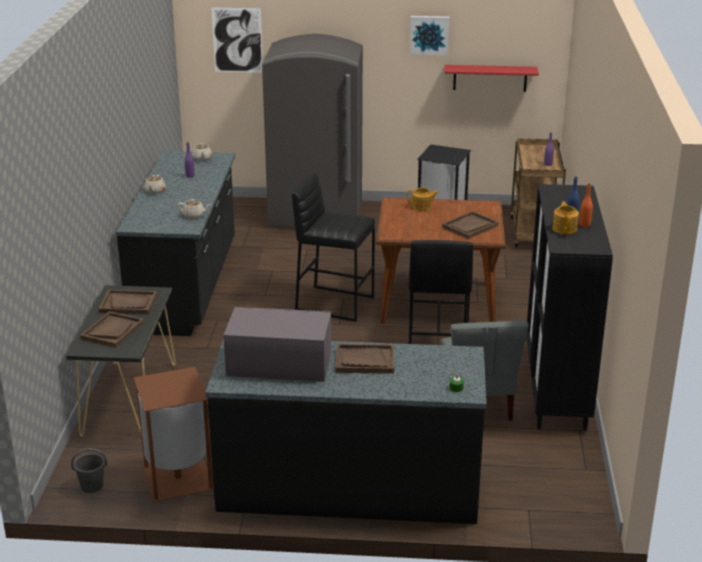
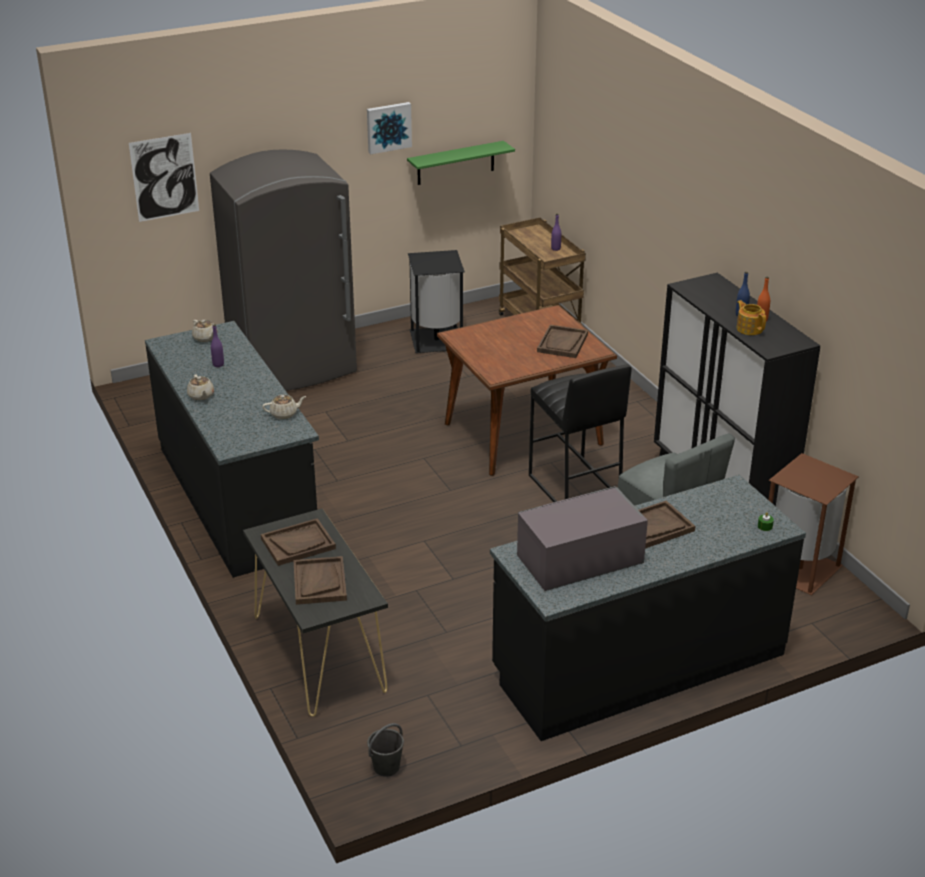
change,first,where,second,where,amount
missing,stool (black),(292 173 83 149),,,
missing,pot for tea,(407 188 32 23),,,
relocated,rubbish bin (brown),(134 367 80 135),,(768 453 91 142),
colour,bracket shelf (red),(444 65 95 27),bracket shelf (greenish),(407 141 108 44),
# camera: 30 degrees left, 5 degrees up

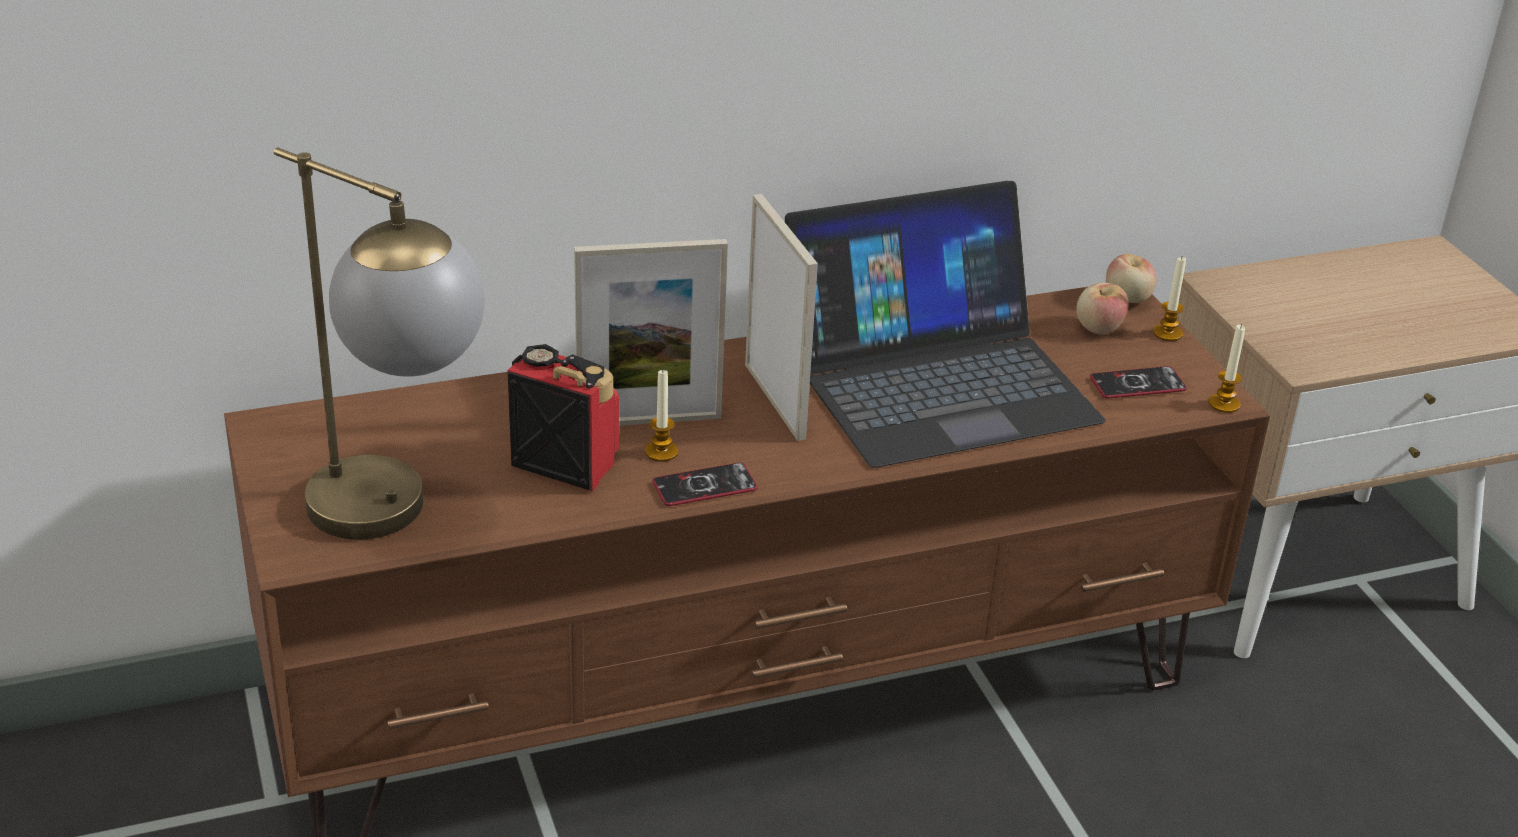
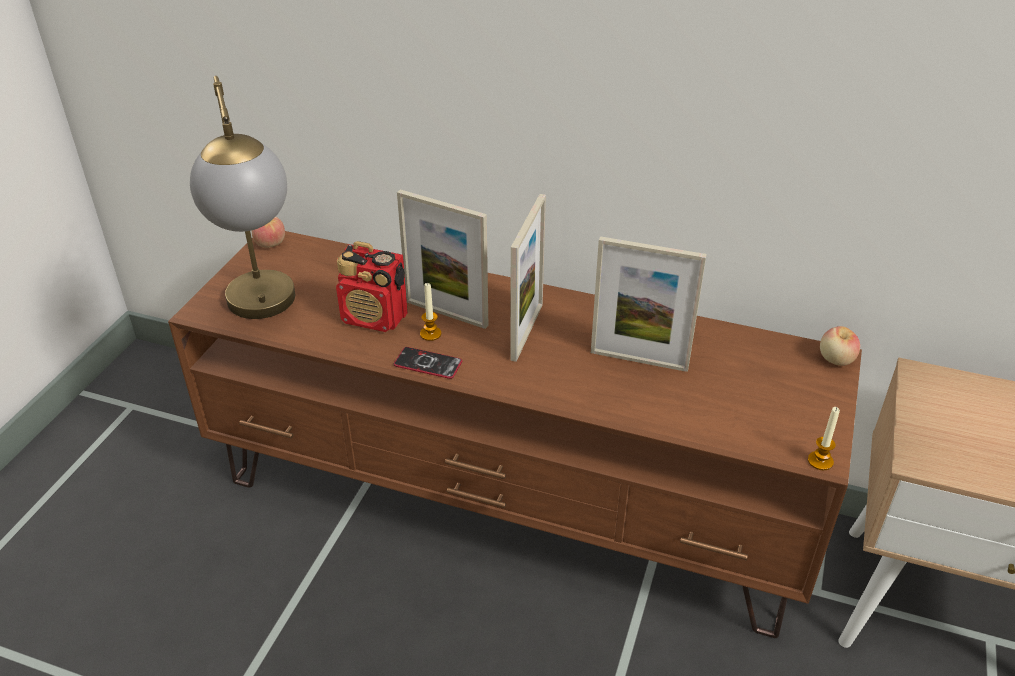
change,first,where,second,where,amount
missing,handset,(1090 366 97 33),,,
missing,wax candle,(1153 257 33 84),,,
relocated,apple,(1076 283 53 51),,(252 217 33 31),
exchanged,notebook computer,(785 181 320 287),photo frame,(591 236 116 136),
spun,radio receiver,(507 344 112 147),,(336 241 72 91),135 degrees clockwise
# camera: 40 degrees right, 5 degrees up

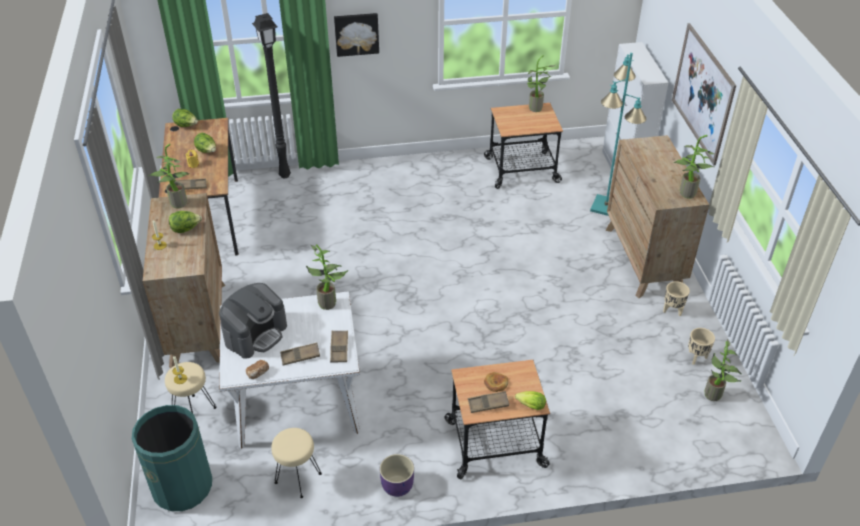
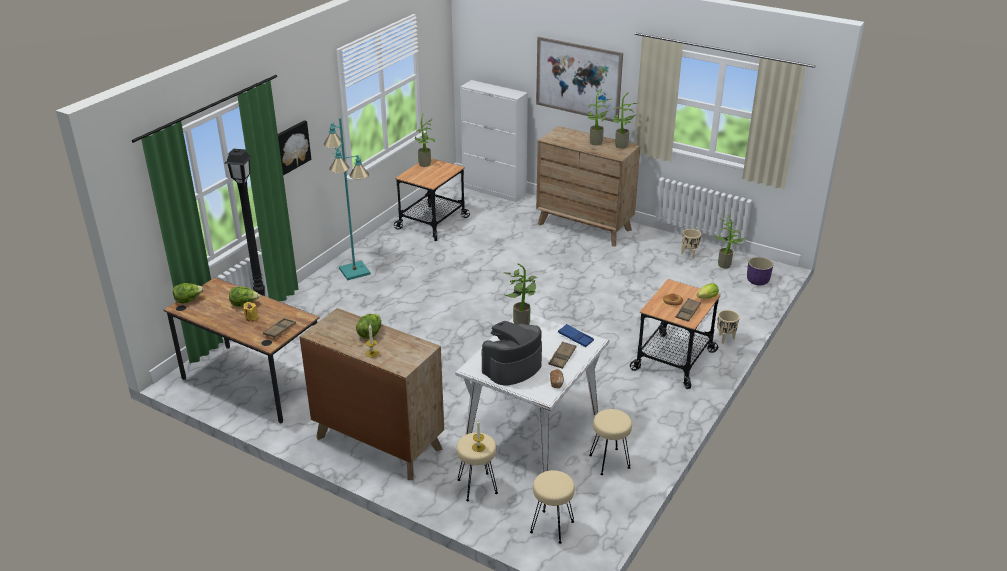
change,first,where,second,where,amount
relocated,houseplant,(148 144 41 64),,(588 89 25 57),
relocated,plant pot (purple-coloured),(379 454 35 43),,(747 257 26 29),
relocated,standard lamp (blue-green),(590 53 56 163),,(324 118 47 162),
relocated,plant pot (beige-coloured),(663 281 27 35),,(717 310 23 34),
exchanged,rubbish bin (greenish),(132 405 80 106),stool (beige-coloured),(530 470 45 74),
colour,carrying tray (brown),(330 330 18 33),carrying tray (blue),(558 324 36 23),
spun,coffee machine,(219 283 68 76),,(482 321 60 65),120 degrees counterclockwise
# camera: 50 degrees left, 10 degrees down

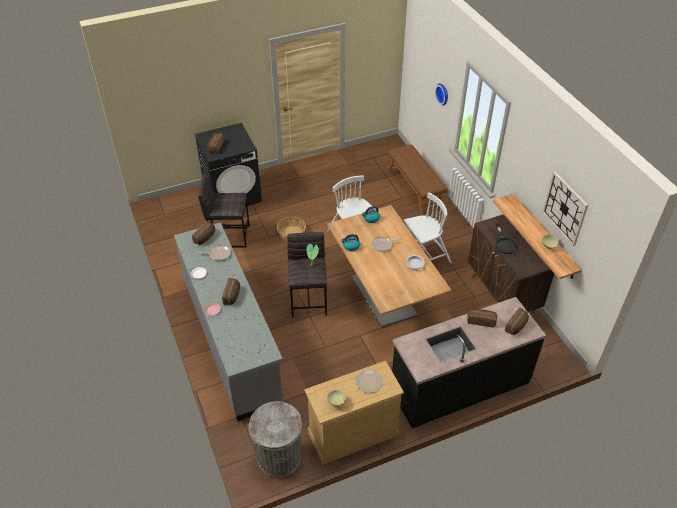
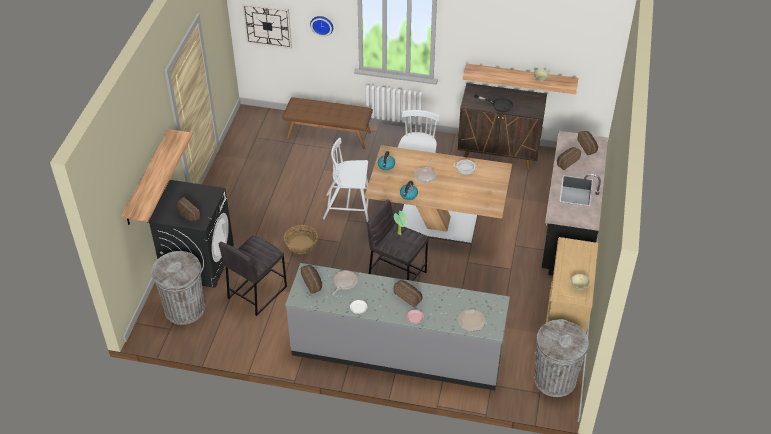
change,first,where,second,where,amount
appeared,,,bracket shelf,(121 129 72 96),
appeared,,,rubbish bin (greyish),(152 251 53 74),
relocated,plate,(355 370 28 23),,(458 309 28 23),
relocated,hanging clock,(542 172 46 74),,(242 3 50 46),
# camera: 55 degrees left, 0 degrees up

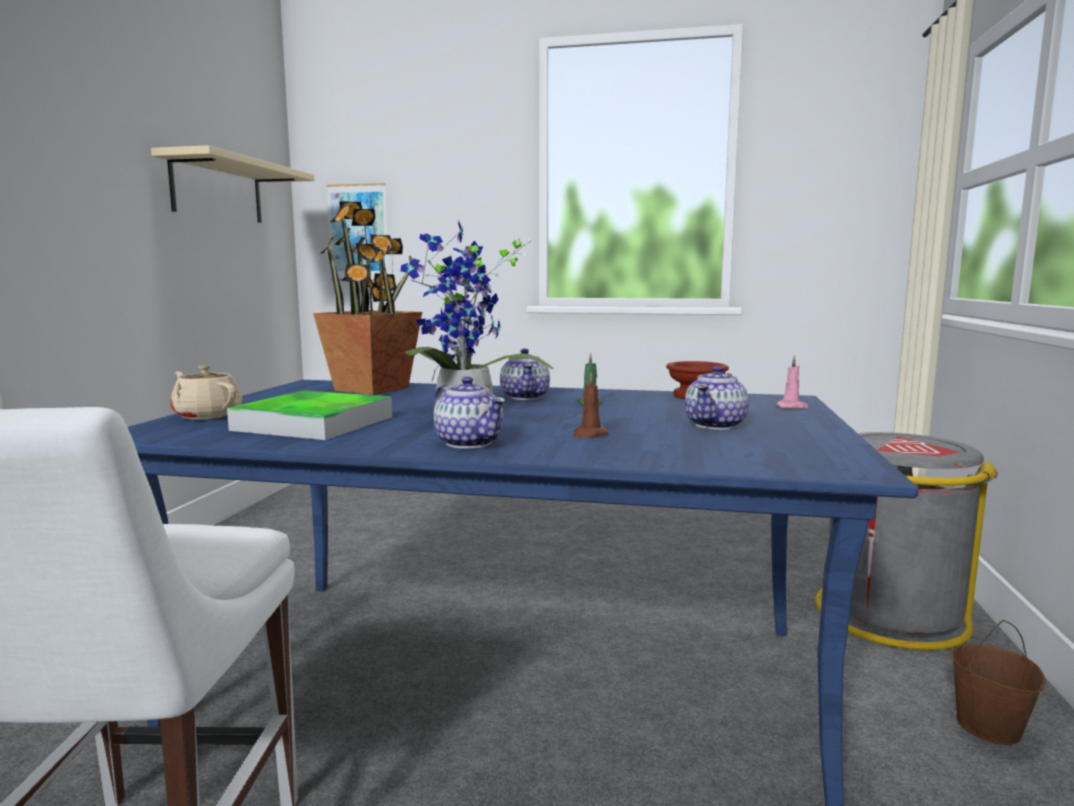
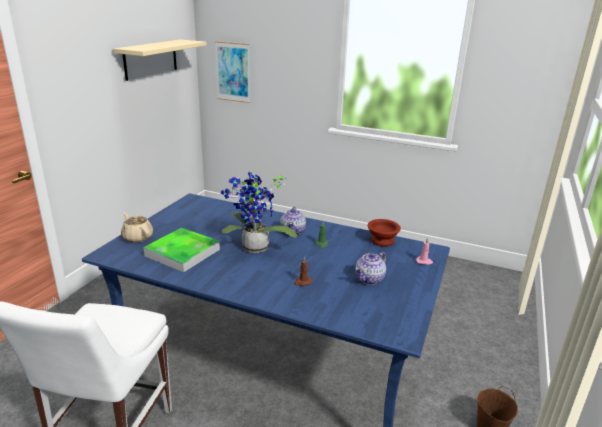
change,first,where,second,where,amount
missing,houseplant,(313 201 109 194),,,
missing,pot for tea,(433 377 72 72),,,
missing,rubbish bin (greyish),(815 432 183 218),,,
# camera: 10 degrees right, 15 degrees up

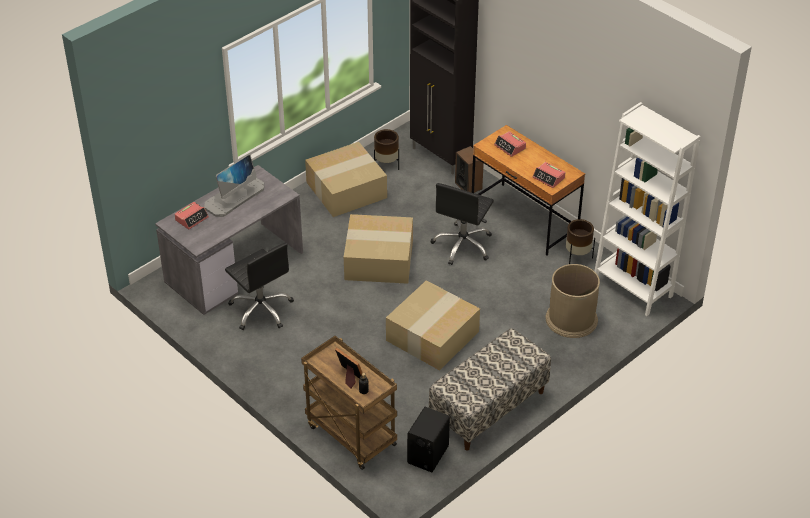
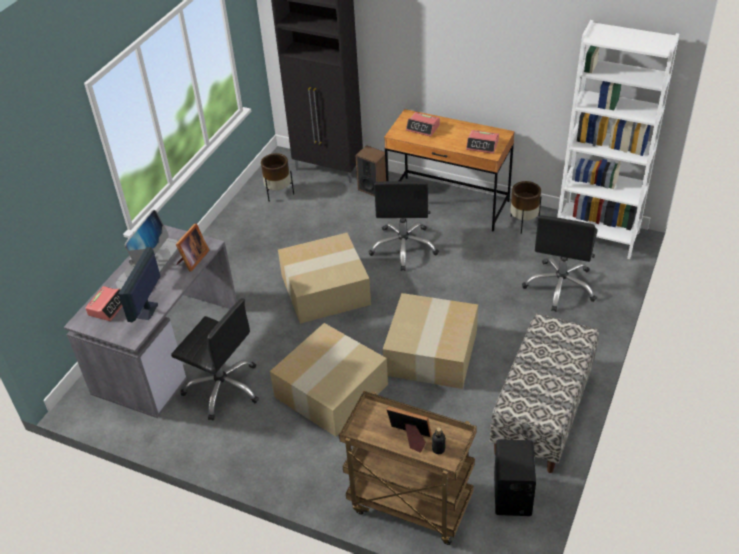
change,first,where,second,where,amount
appeared,,,computer screen,(119 247 41 75),
appeared,,,photo frame,(176 223 34 49),
relocated,packing box,(305 142 82 75),,(270 323 118 113),
exchanged,rubbish bin (brown),(546 264 54 74),computer chair (black),(522 215 76 97),
# camera: 20 degrees left, 0 degrees up

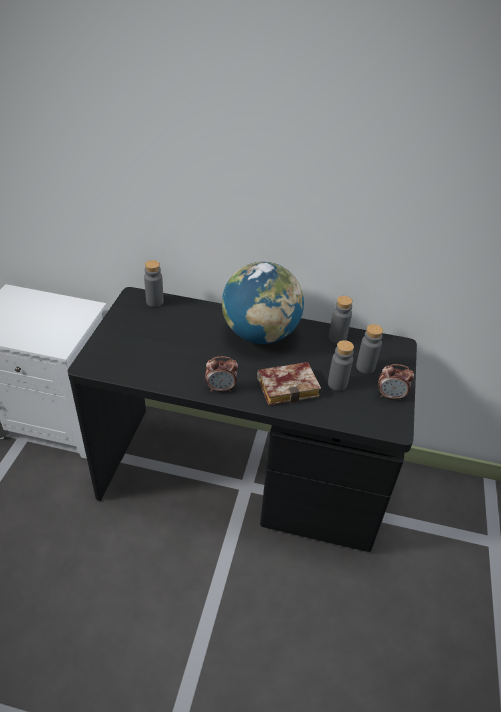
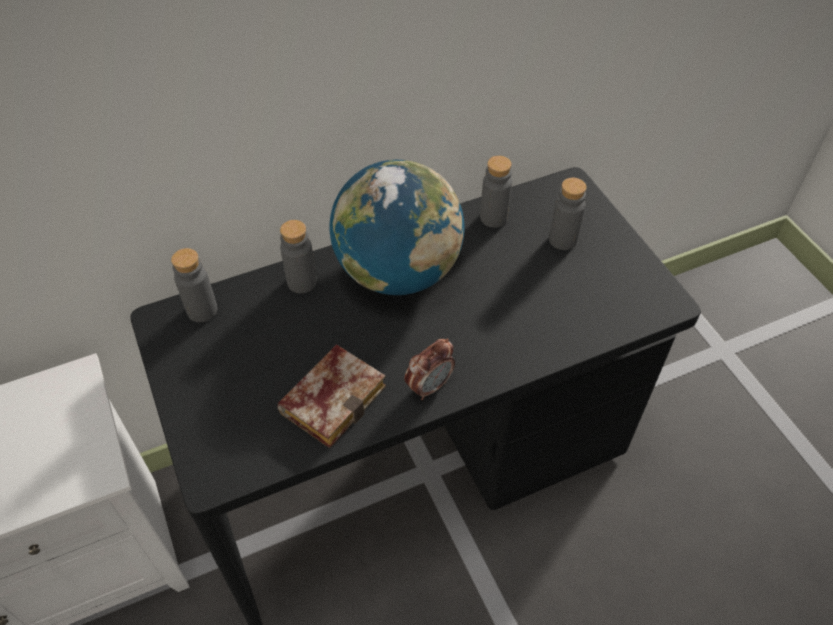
change,first,where,second,where,amount
missing,bedside clock,(378 364 36 37),,,
relocated,volume,(257 362 64 44),,(278 344 108 104),
relocated,bottle (greyish),(328 340 26 51),,(280 220 37 73),
# camera: 35 degrees left, 10 degrees up

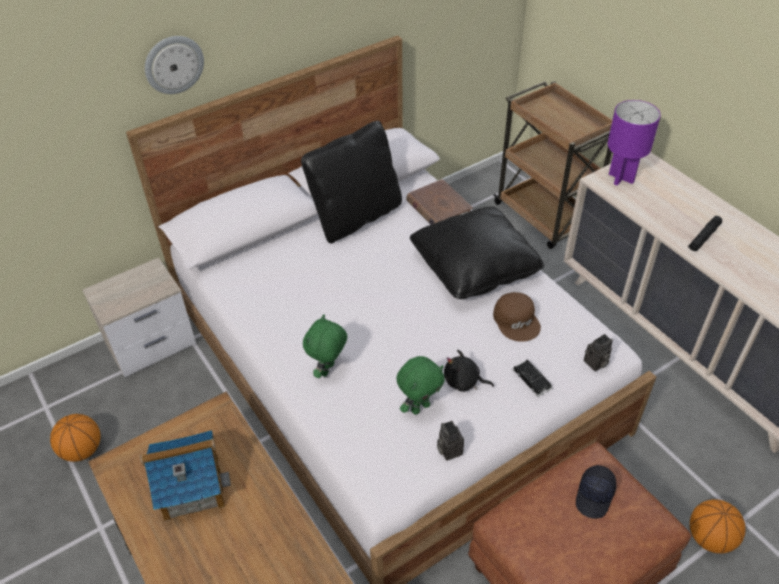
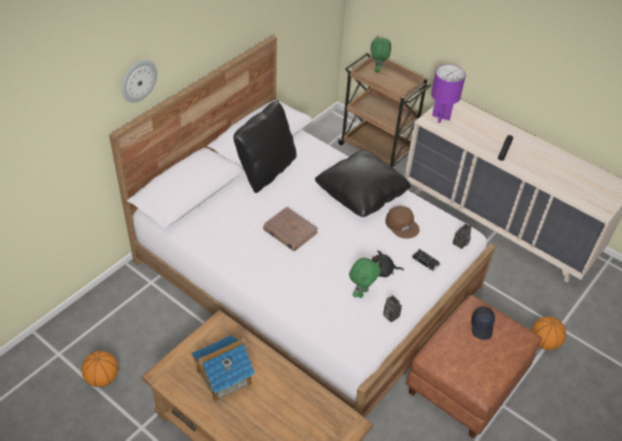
change,first,where,second,where,amount
missing,bedside table,(82 257 114 120),,,
relocated,soft toy (greenish),(303 314 44 64),,(371 36 20 37),
relocated,volume (brown),(406 179 67 46),,(263 207 55 44),
# camera: 20 degrees left, 0 degrees up

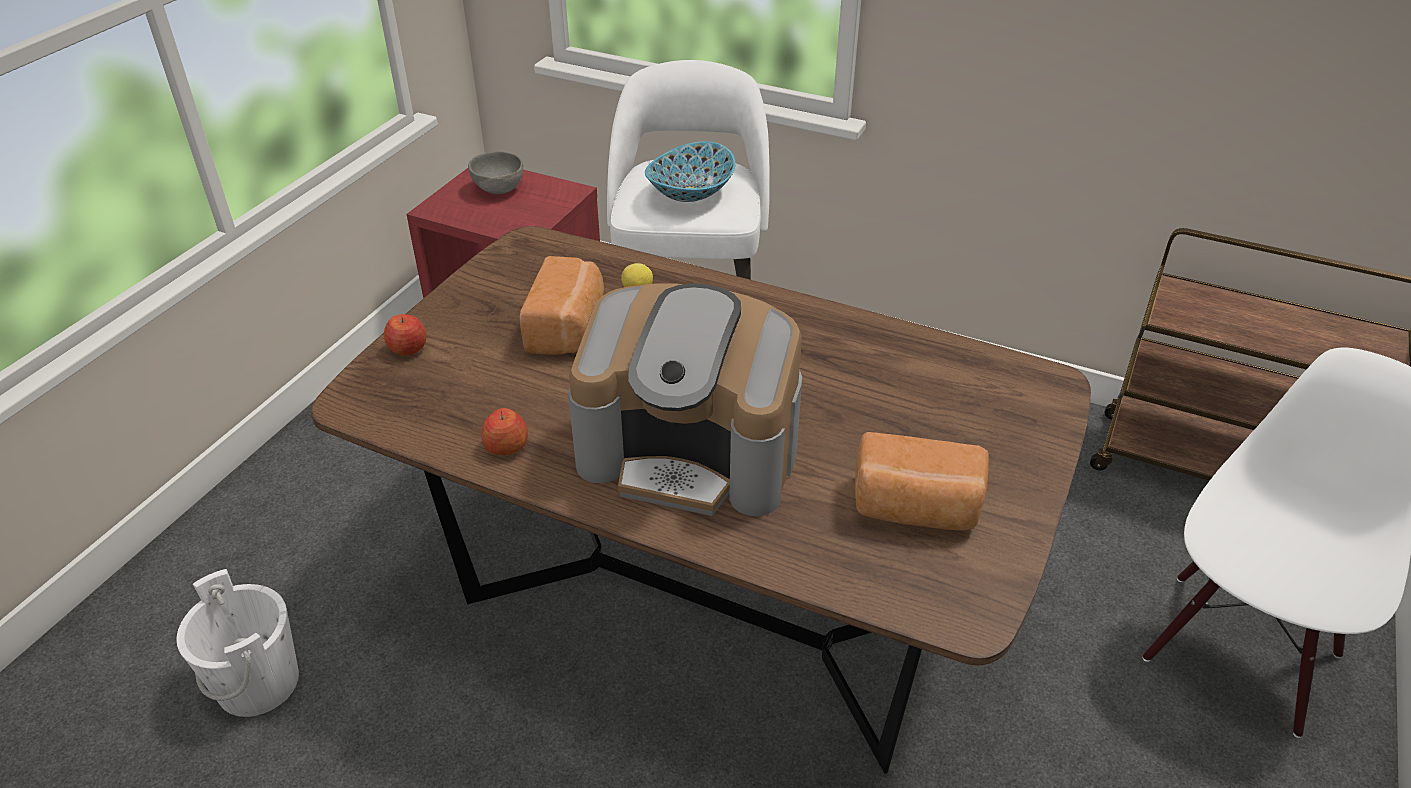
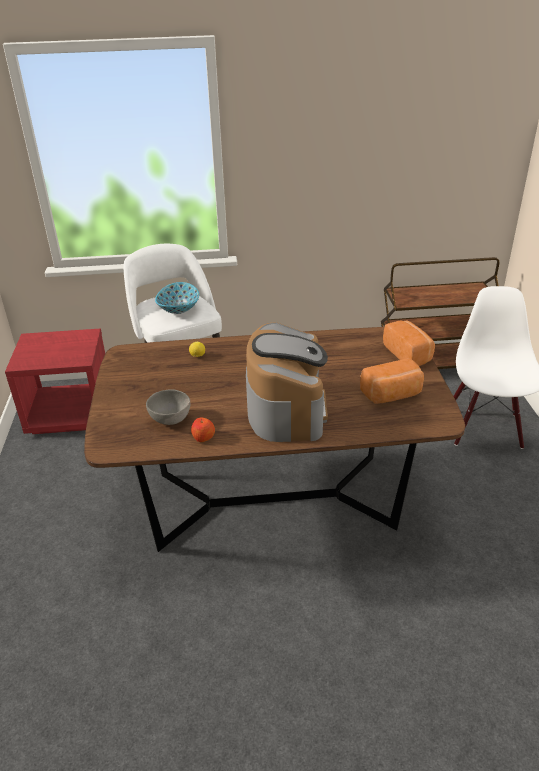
change,first,where,second,where,amount
missing,bucket (white-coloured),(177 569 122 148),,,
missing,apple,(384 314 43 42),,,
relocated,serving bowl (greyish),(468 151 55 43),,(146 389 44 36),
relocated,bread,(520 256 84 99),,(383 320 52 46),
spun,coffee machine,(568 283 234 233),,(246 322 82 120),75 degrees counterclockwise
# camera: 30 degrees left, 5 degrees down

